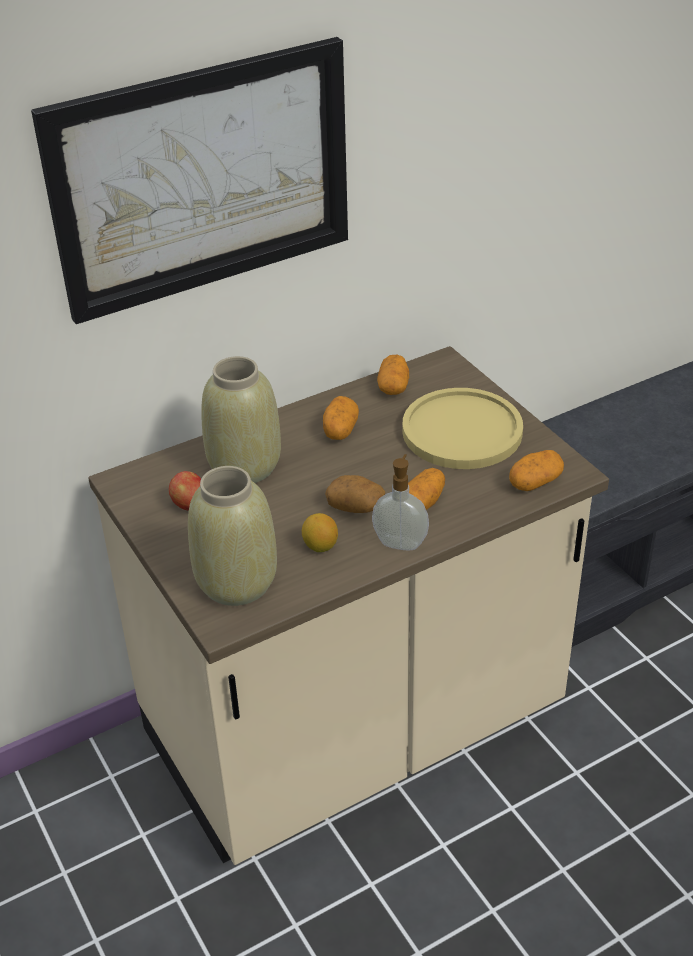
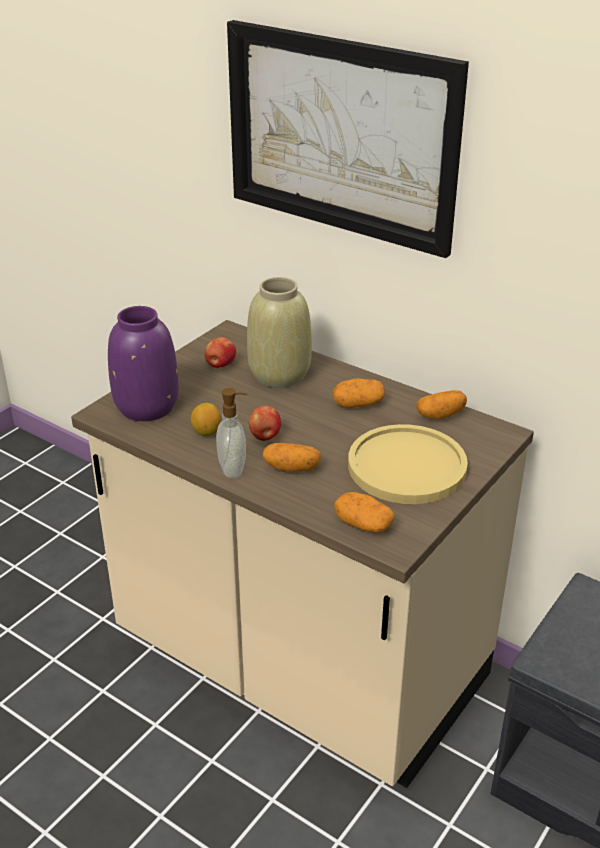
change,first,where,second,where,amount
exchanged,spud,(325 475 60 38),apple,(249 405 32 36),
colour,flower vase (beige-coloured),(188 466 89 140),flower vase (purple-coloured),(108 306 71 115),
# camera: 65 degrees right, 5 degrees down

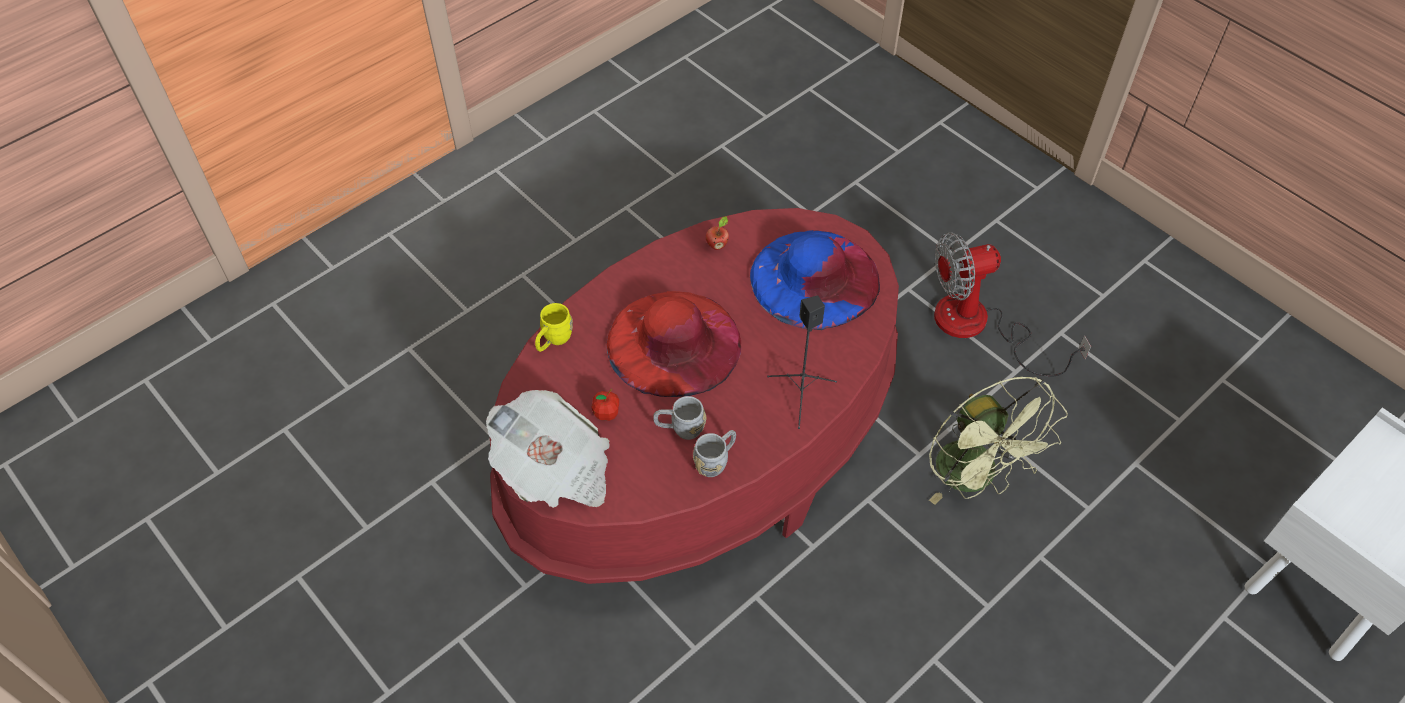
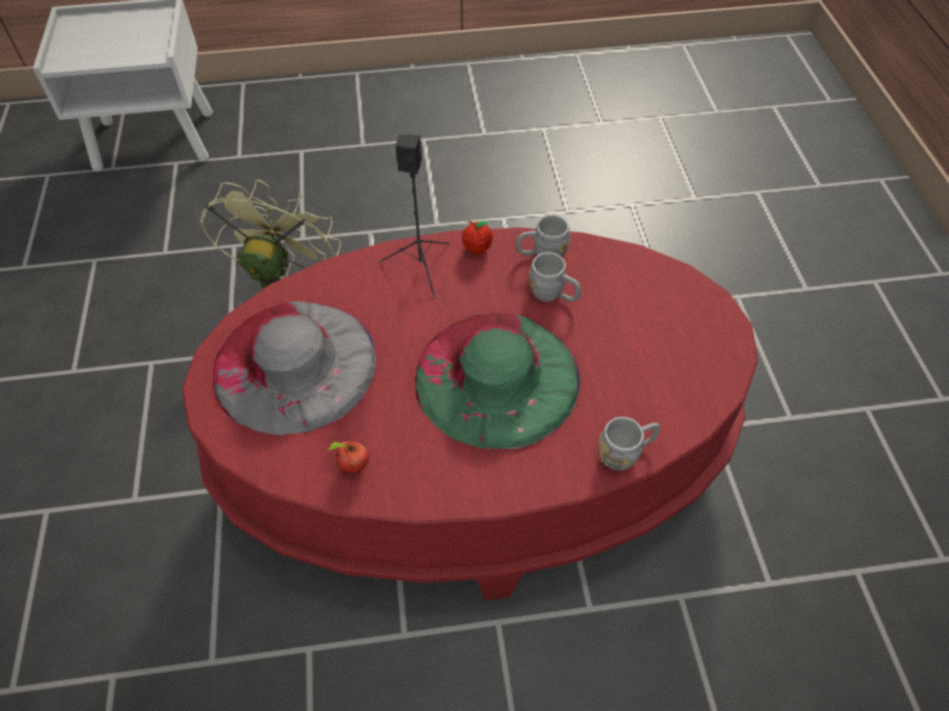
change,first,where,second,where,amount
missing,daily paper,(486 390 124 118),,,
missing,cooling fan,(934 232 157 145),,,
relocated,apple,(592 389 27 32),,(462 220 31 35),
colour,tea mug (yellowish),(535 303 38 49),tea mug (greyish),(599 417 62 54),
colour,hat (red),(607 291 134 106),hat (greenish),(415 313 165 136),
colour,hat (blue),(750 230 130 100),hat (greyish),(213 301 163 135),
# camera: 145 degrees left, 0 degrees up

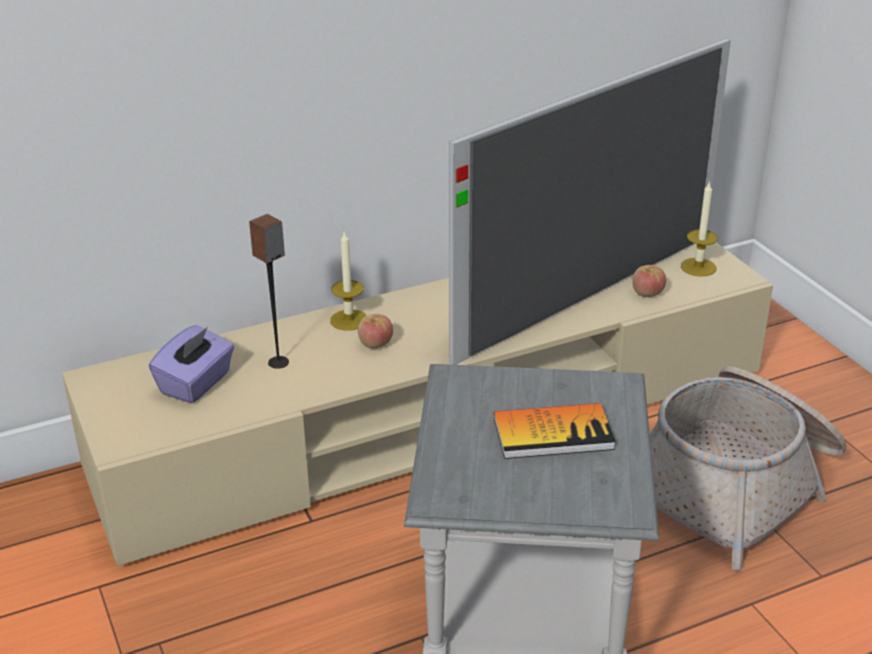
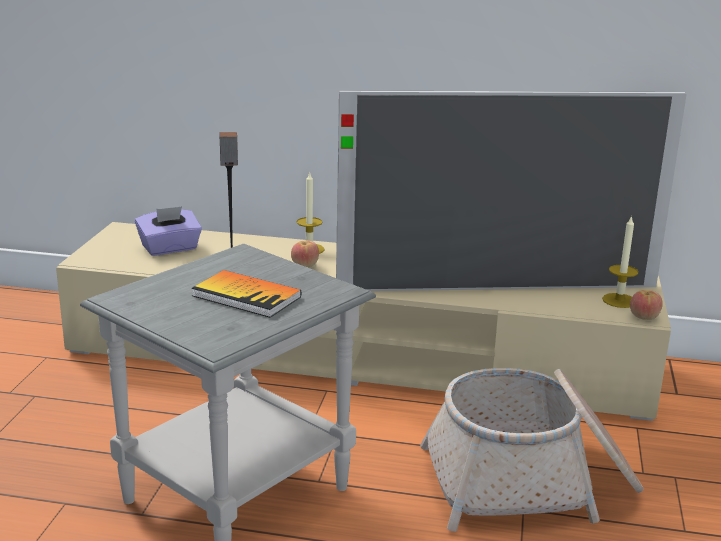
change,first,where,second,where,amount
relocated,apple,(632 265 34 32),,(630 290 33 30),
# camera: 35 degrees right, 10 degrees down

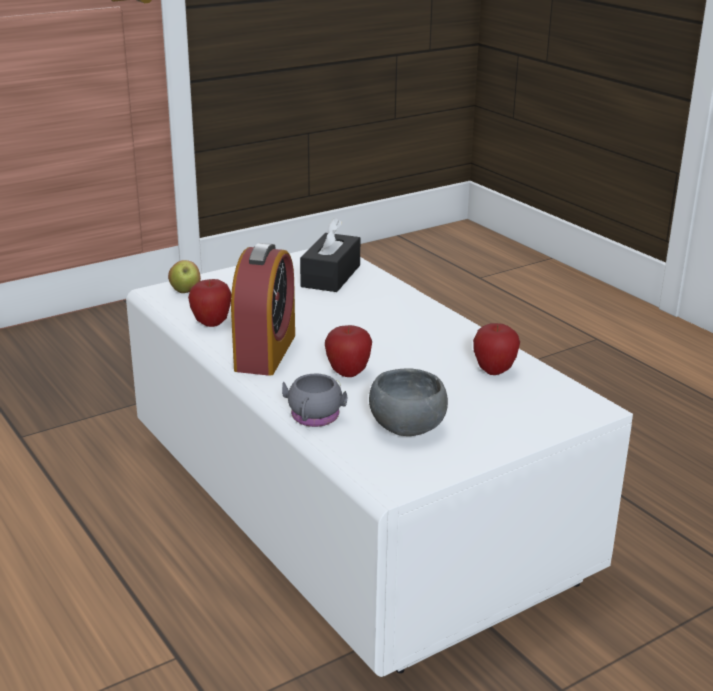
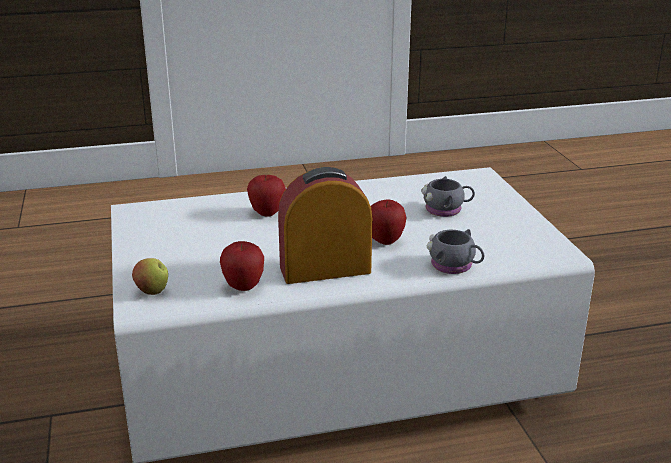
change,first,where,second,where,amount
missing,tissue holder (black),(300 218 60 74),,,
missing,serving bowl (greyish),(369 368 79 68),,,
appeared,,,tea mug (greyish),(421 176 54 41),
relocated,apple,(473 323 47 52),,(247 175 39 42),
spun,bedside clock,(231 243 64 133),,(278 167 94 117),45 degrees counterclockwise
# camera: 70 degrees left, 0 degrees up

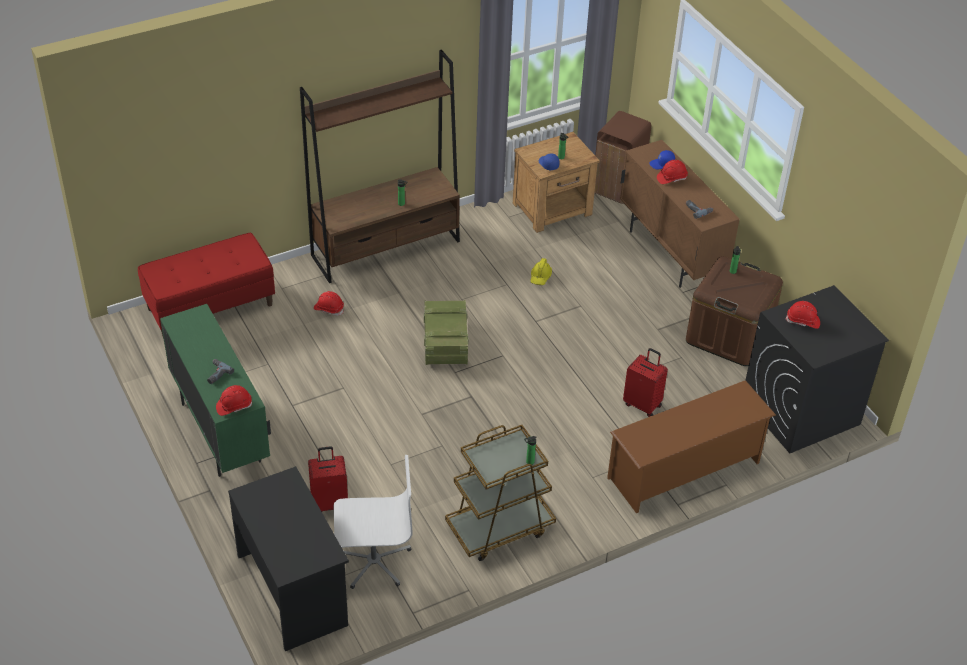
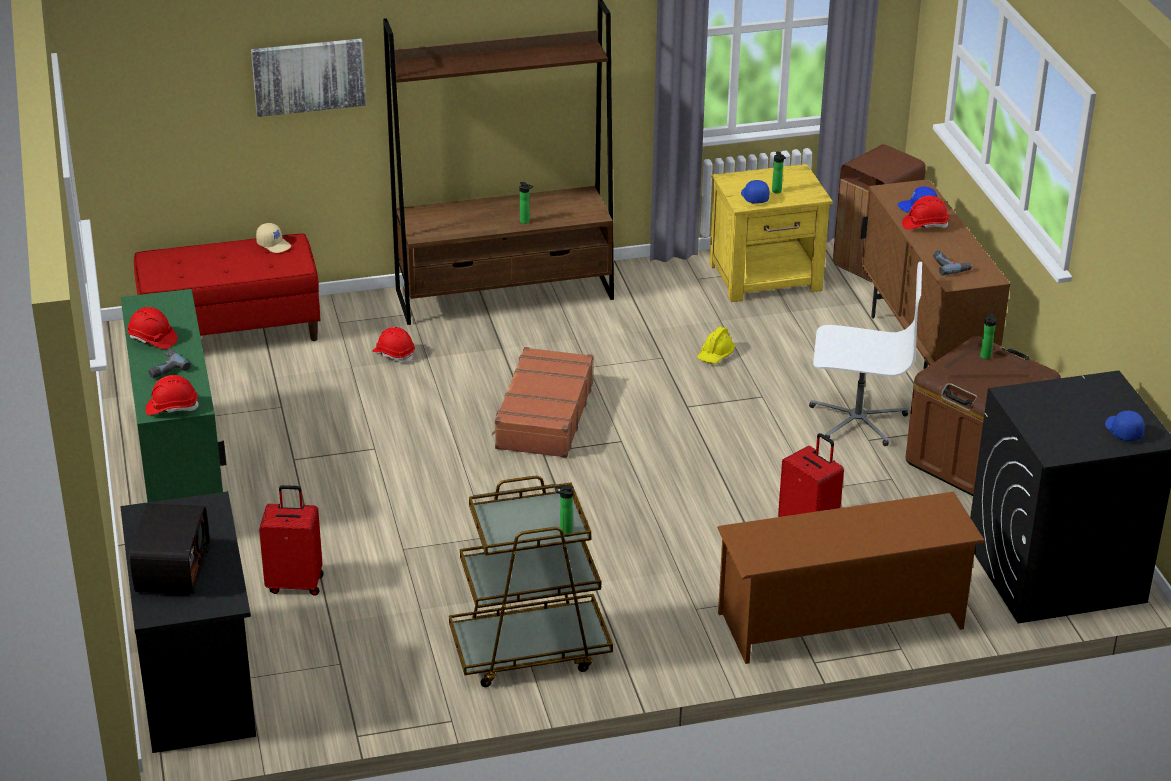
change,first,where,second,where,amount
appeared,,,radio receiver,(130 504 80 90),
appeared,,,wall art,(251 39 115 78),
appeared,,,peaked cap (beige-coloured),(256 223 35 30),
appeared,,,peaked cap (blue),(1105 411 39 30),
relocated,computer chair (white-coloured),(333 455 79 134),,(809 262 113 184),
relocated,safety helmet (red),(785 301 35 28),,(127 307 51 42),
exchanged,shipping crate,(424 300 44 65),suitcase (brown),(492 347 101 111),
colour,bedside table (brown),(513 132 87 101),bedside table (yellowish),(710 164 123 138),
# camera: 15 degrees right, 10 degrees down

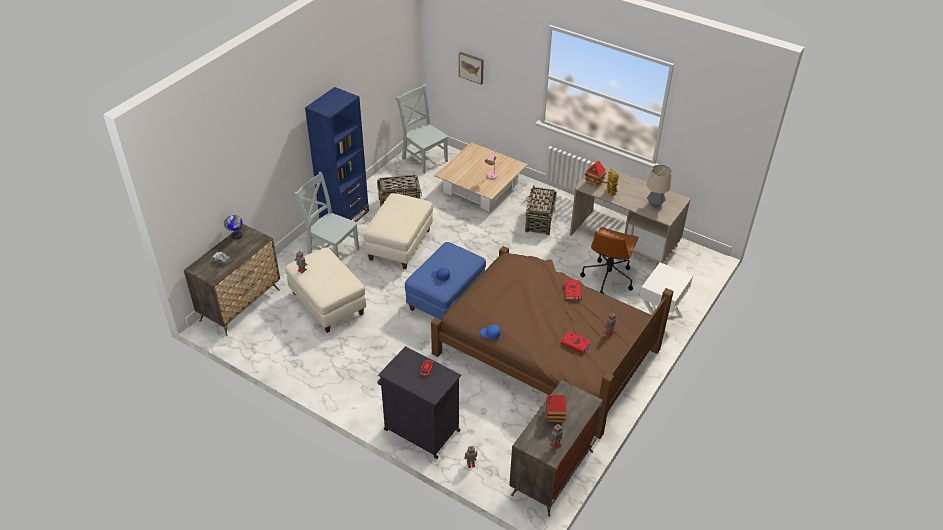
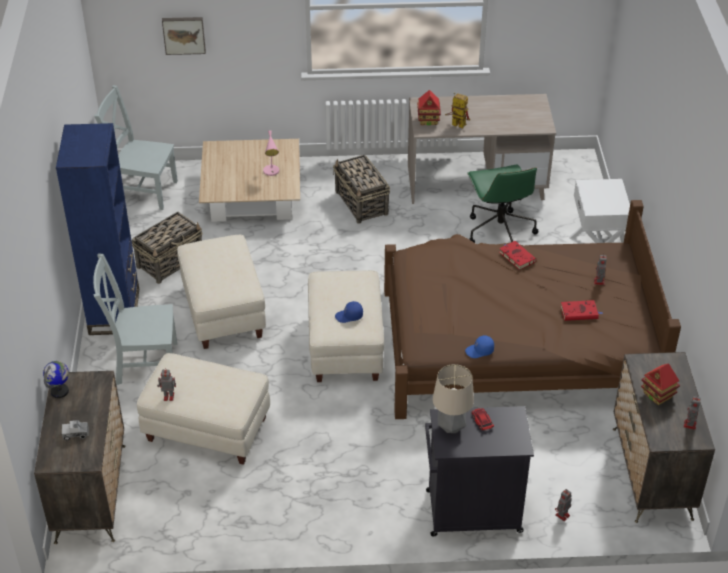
change,first,where,second,where,amount
relocated,tabletop lamp,(647 165 25 43),,(433 364 41 69),
colour,pouffe (blue),(405 242 81 78),pouffe (beige-coloured),(308 270 76 112),
colour,computer chair (brown),(580 227 59 67),computer chair (greenish),(467 165 71 78),
# camera: 35 degrees left, 0 degrees up

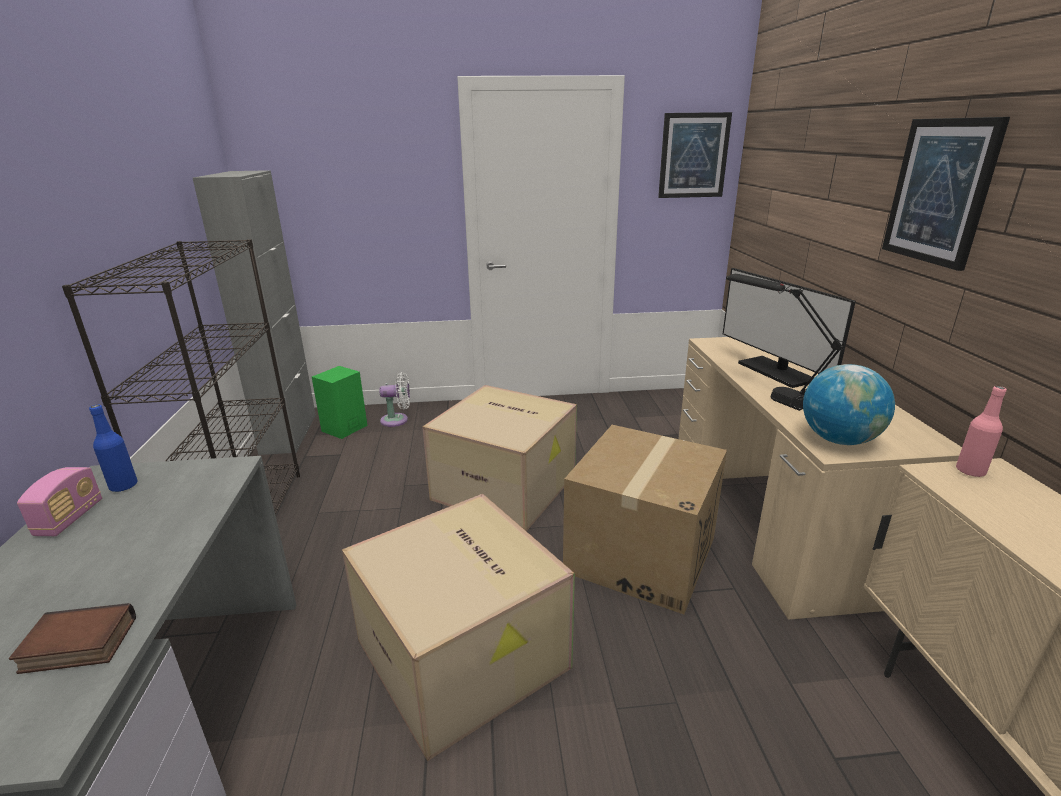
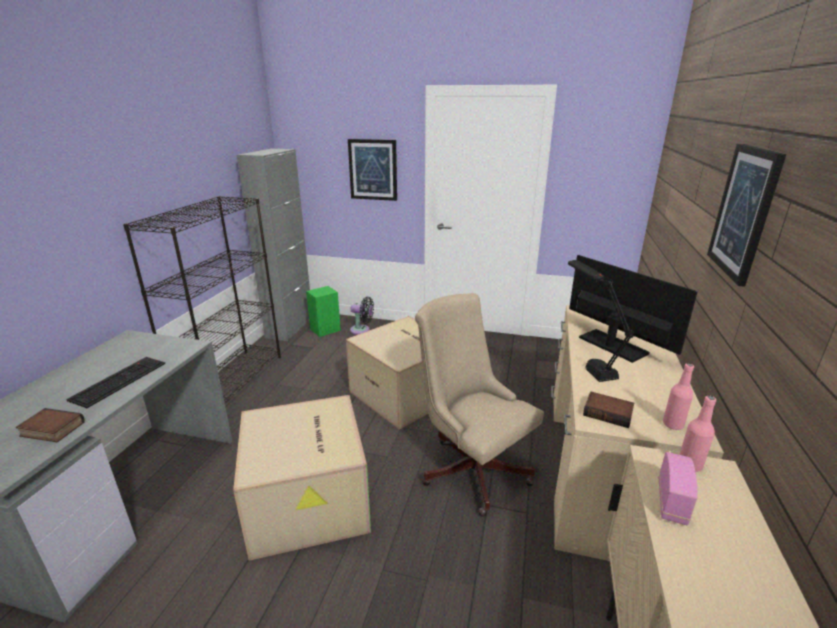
change,first,where,second,where,amount
missing,bottle (blue),(89 405 49 87),,,
appeared,,,PC keyboard,(66 357 99 51),
appeared,,,bottle (pinkish),(663 363 31 67),
relocated,radio receiver,(17 467 85 69),,(659 452 39 73),
relocated,wall art,(658 112 74 86),,(348 139 49 62),
exchanged,packing box,(563 425 164 189),computer chair (beige-coloured),(415 293 129 224),
exchanged,world globe,(803 364 92 81),volume,(583 391 51 37),
colour,cooling fan (white-coloured),(379 372 31 55),cooling fan (black),(350 297 24 38),
spun,computer screen,(723 268 133 120),,(569 255 129 108),150 degrees clockwise
# camera: 20 degrees right, 0 degrees up

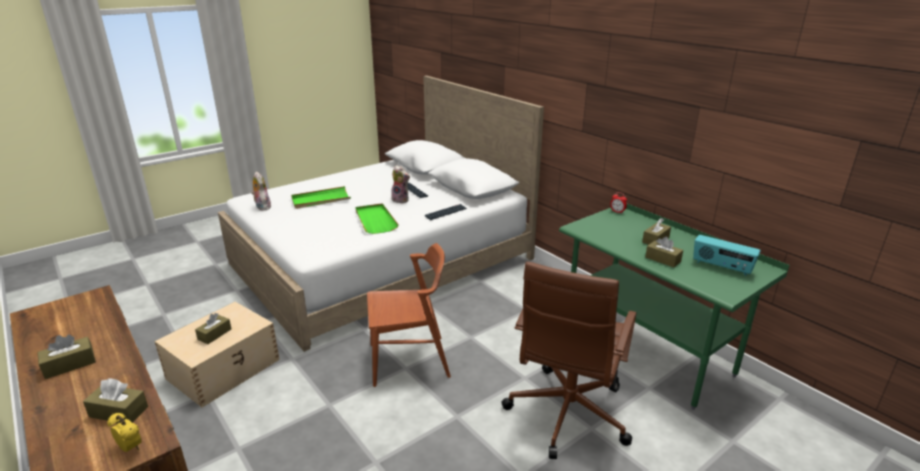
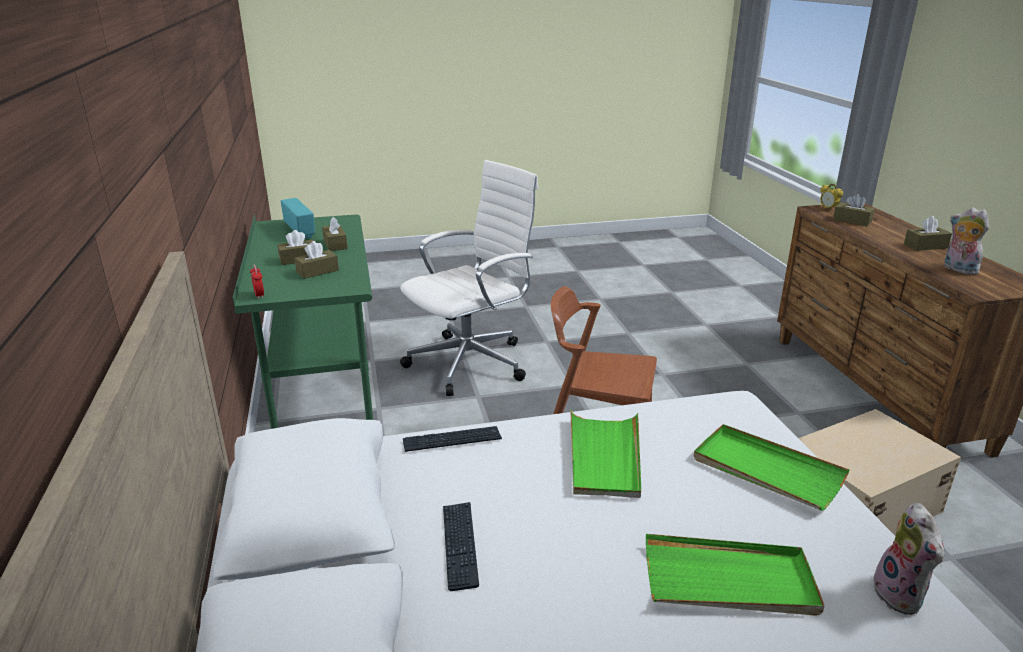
change,first,where,second,where,amount
appeared,,,carrying tray (greenish),(694 424 155 87),
relocated,tissue holder (brown),(195 313 36 31),,(295 241 44 38),
relocated,soft toy,(391 165 19 38),,(944 207 45 68),
colour,computer chair (brown),(501 262 136 197),computer chair (white-coloured),(400 160 138 236),
# camera: 155 degrees left, 0 degrees up

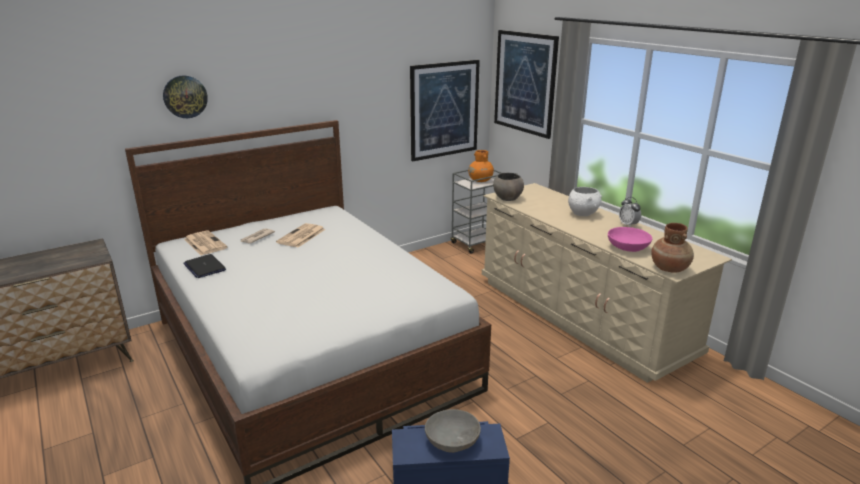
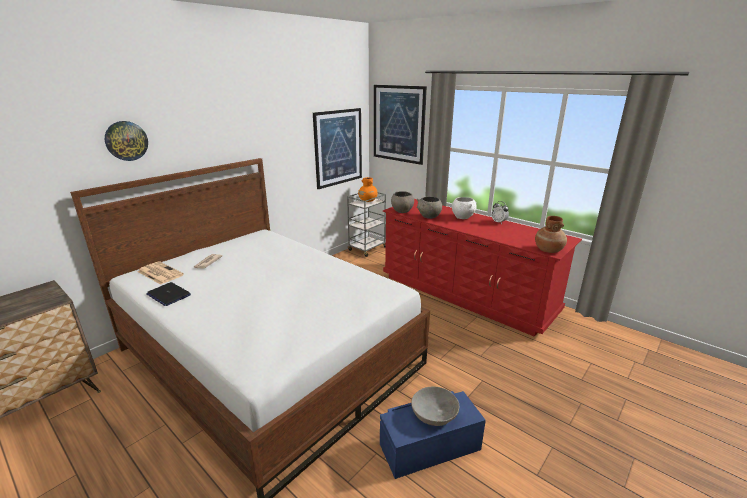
change,first,where,second,where,amount
missing,daily paper,(276 223 50 24),,,
missing,serving bowl (pinkish),(608 227 44 25),,,
appeared,,,serving bowl (greyish),(417 197 25 22),
colour,chest of drawers (beige-coloured),(482 183 250 200),chest of drawers (red),(383 199 199 138),
# camera: 15 degrees left, 0 degrees up

